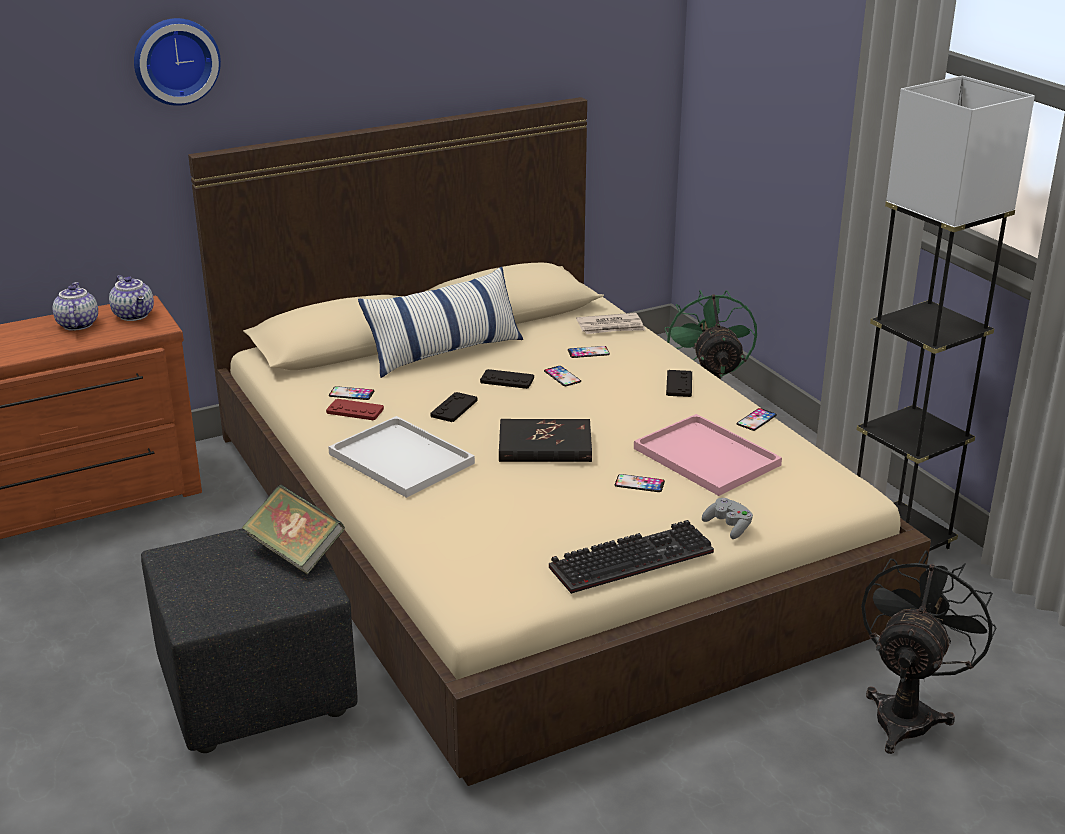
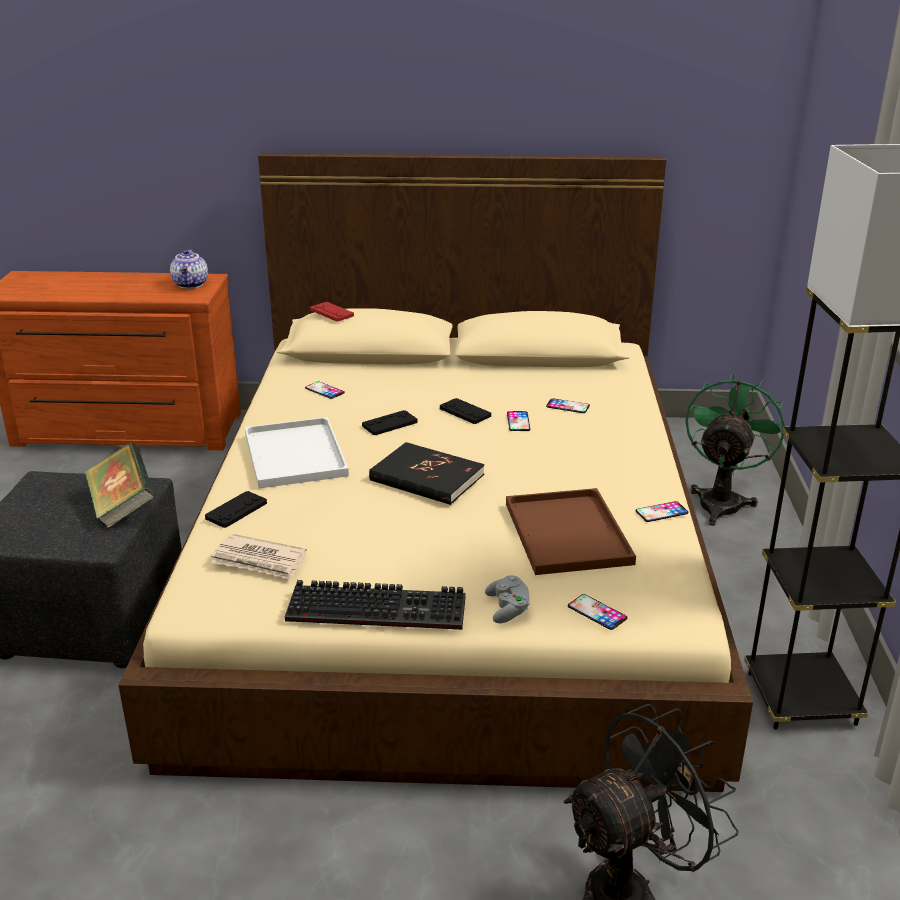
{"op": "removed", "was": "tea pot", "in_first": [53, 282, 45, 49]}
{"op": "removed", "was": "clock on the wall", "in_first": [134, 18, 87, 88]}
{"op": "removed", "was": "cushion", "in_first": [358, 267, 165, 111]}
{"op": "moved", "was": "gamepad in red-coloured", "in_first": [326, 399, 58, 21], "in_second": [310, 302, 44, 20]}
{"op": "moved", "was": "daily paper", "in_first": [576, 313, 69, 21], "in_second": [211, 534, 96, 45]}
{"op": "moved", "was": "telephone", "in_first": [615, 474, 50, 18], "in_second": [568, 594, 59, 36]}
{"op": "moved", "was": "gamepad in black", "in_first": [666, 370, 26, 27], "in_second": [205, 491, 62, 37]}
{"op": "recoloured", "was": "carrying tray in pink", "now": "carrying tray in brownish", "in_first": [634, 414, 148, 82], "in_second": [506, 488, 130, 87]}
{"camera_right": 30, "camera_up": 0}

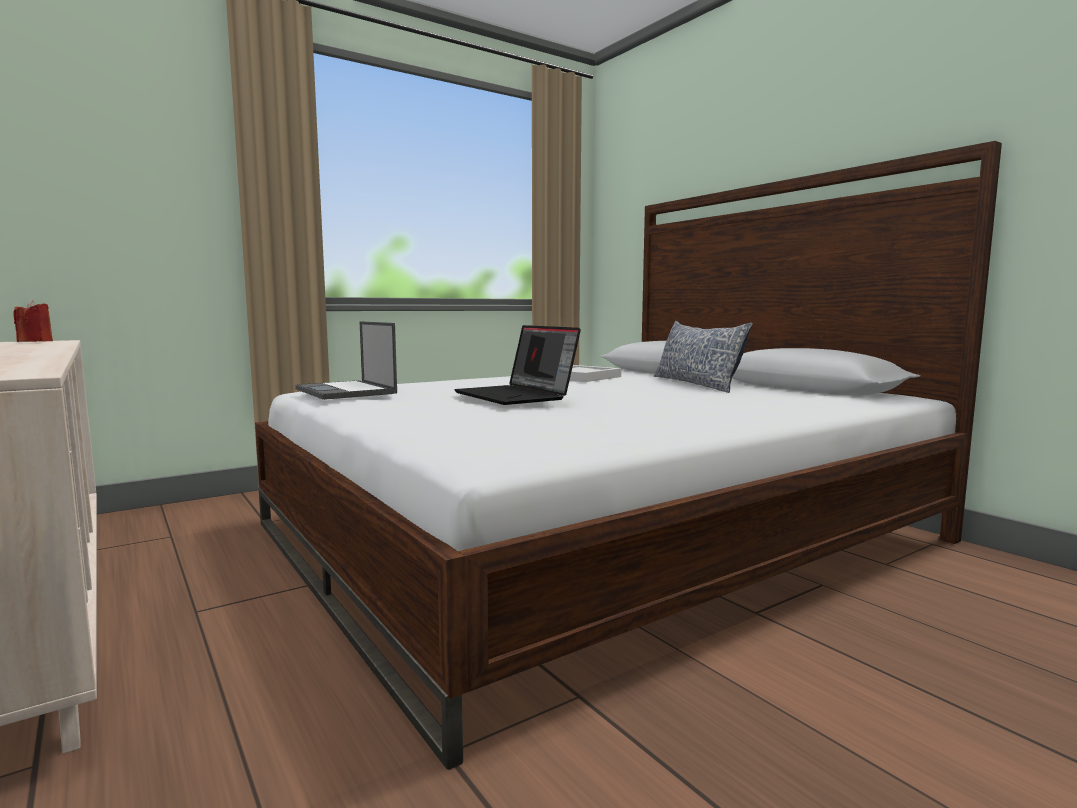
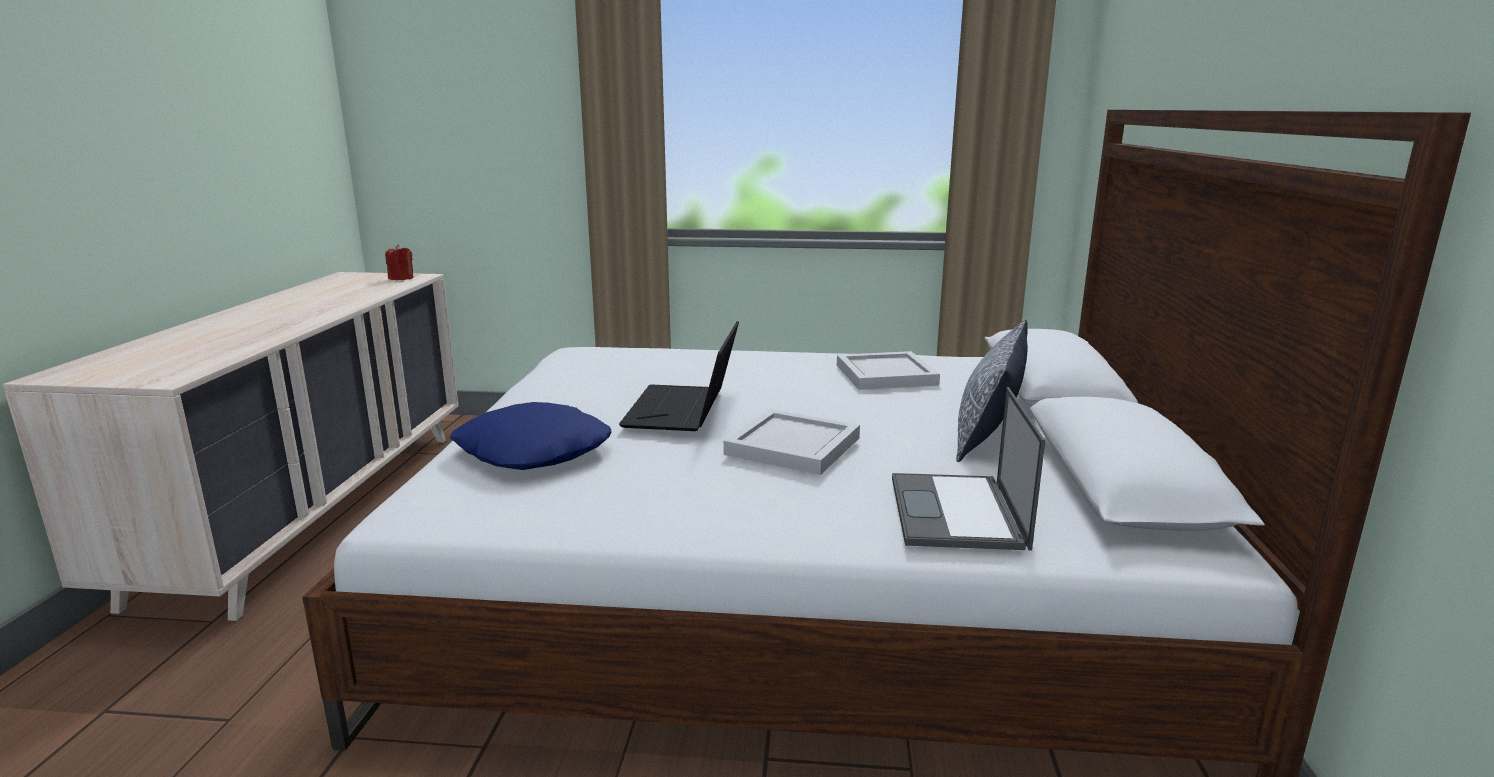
{"op": "added", "now": "cushion in bluish", "in_second": [450, 402, 162, 68]}
{"op": "added", "now": "carrying tray in white-coloured", "in_second": [723, 409, 137, 66]}
{"op": "moved", "was": "notebook computer", "in_first": [295, 321, 102, 79], "in_second": [892, 387, 153, 163]}
{"camera_right": 40, "camera_up": 10}

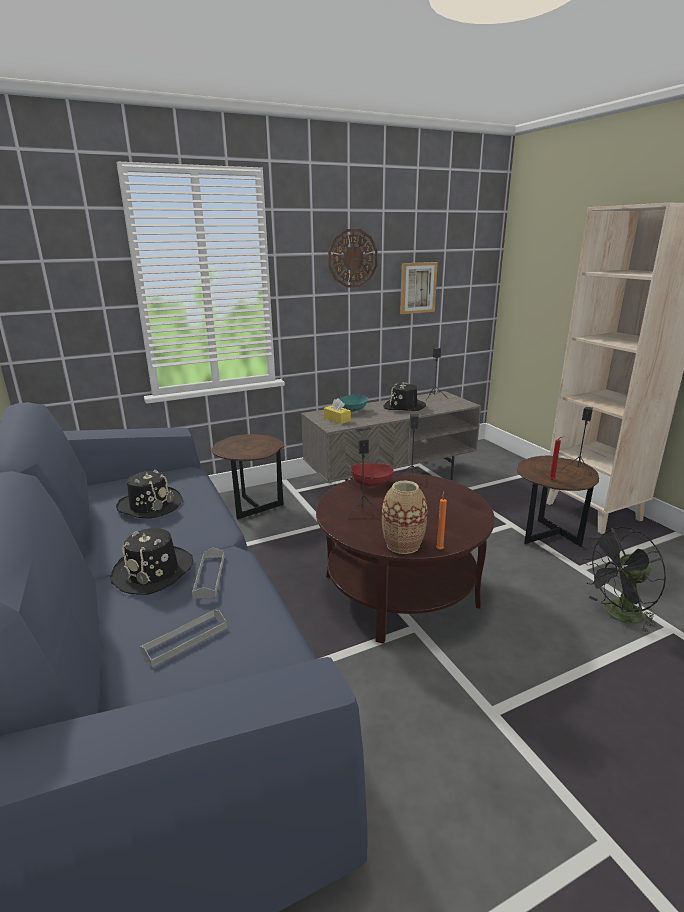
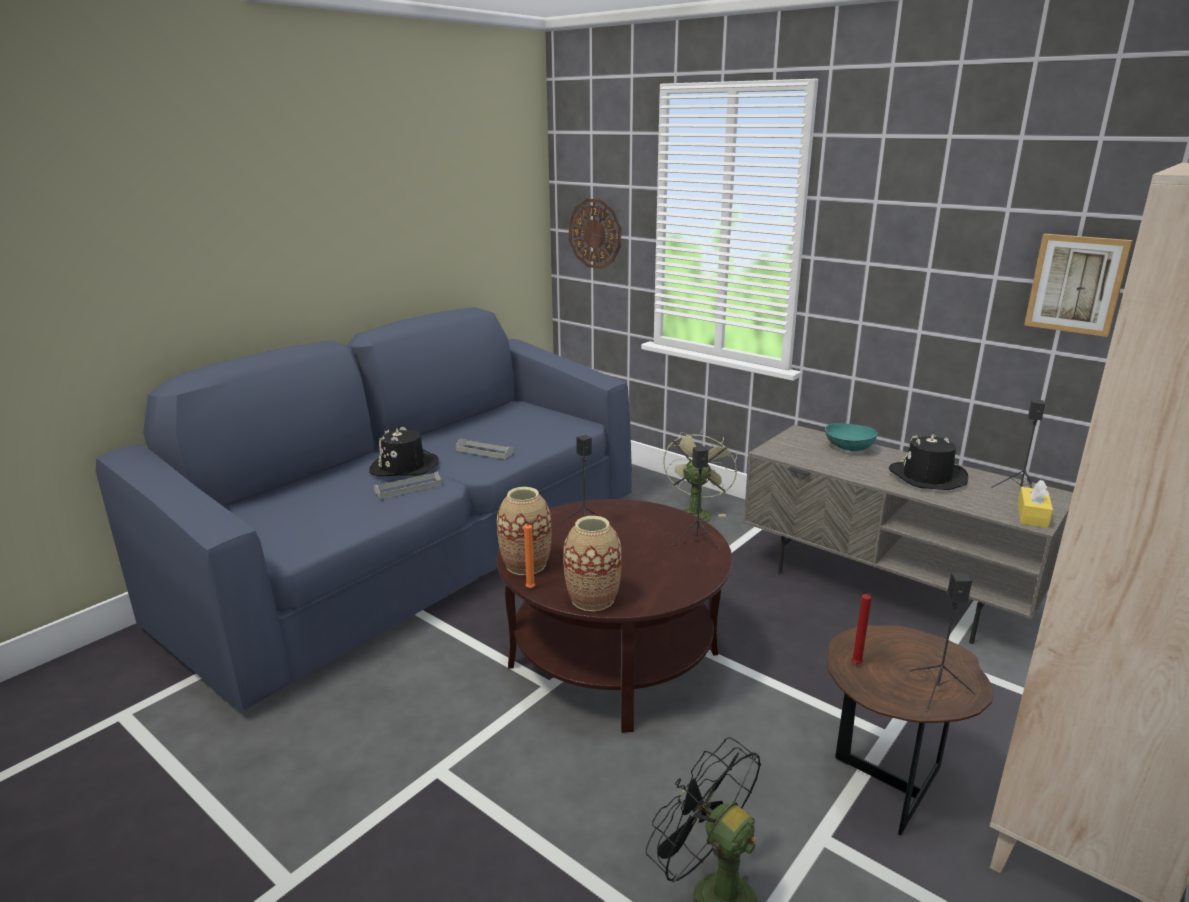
{"op": "removed", "was": "hat in black", "in_first": [116, 470, 67, 49]}
{"op": "removed", "was": "bowl in red-coloured", "in_first": [351, 463, 43, 23]}
{"op": "added", "now": "vase", "in_second": [563, 516, 59, 95]}
{"op": "moved", "was": "carrying tray in gray", "in_first": [140, 609, 87, 58], "in_second": [456, 438, 58, 21]}
{"op": "moved", "was": "tissue box in yellowish", "in_first": [324, 398, 27, 26], "in_second": [1017, 480, 36, 48]}
{"op": "moved", "was": "clock on the wall", "in_first": [328, 229, 50, 59], "in_second": [569, 199, 52, 70]}
{"op": "replaced", "was": "accent table in brownish", "now": "electric fan in green", "in_first": [212, 434, 73, 86], "in_second": [663, 429, 74, 93]}
{"camera_right": 65, "camera_up": 0}

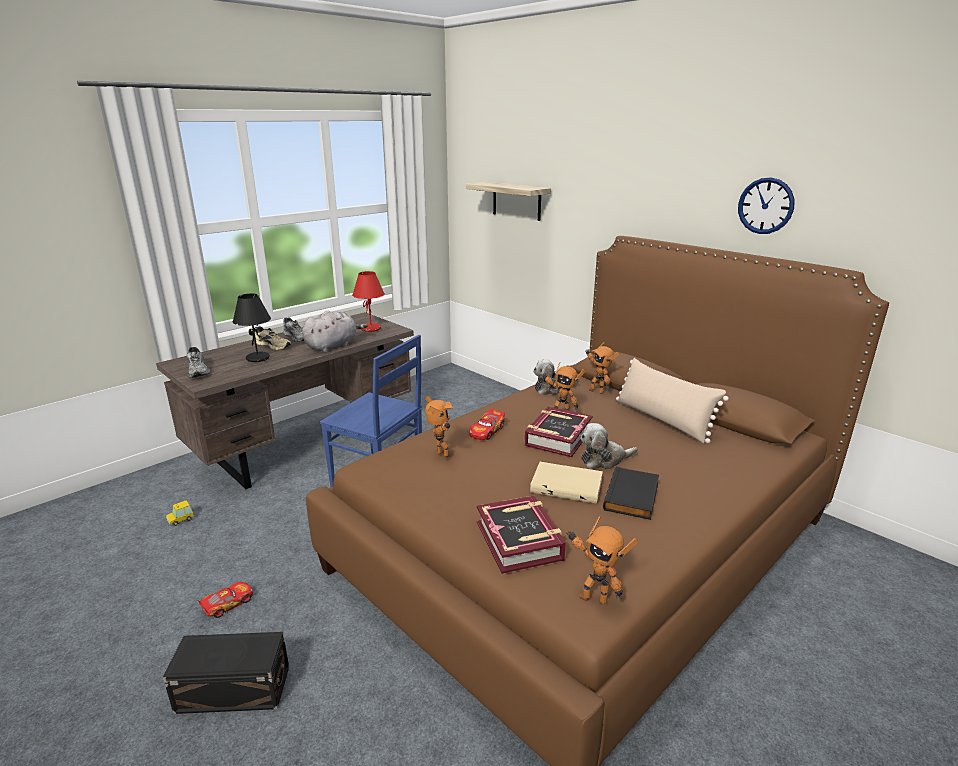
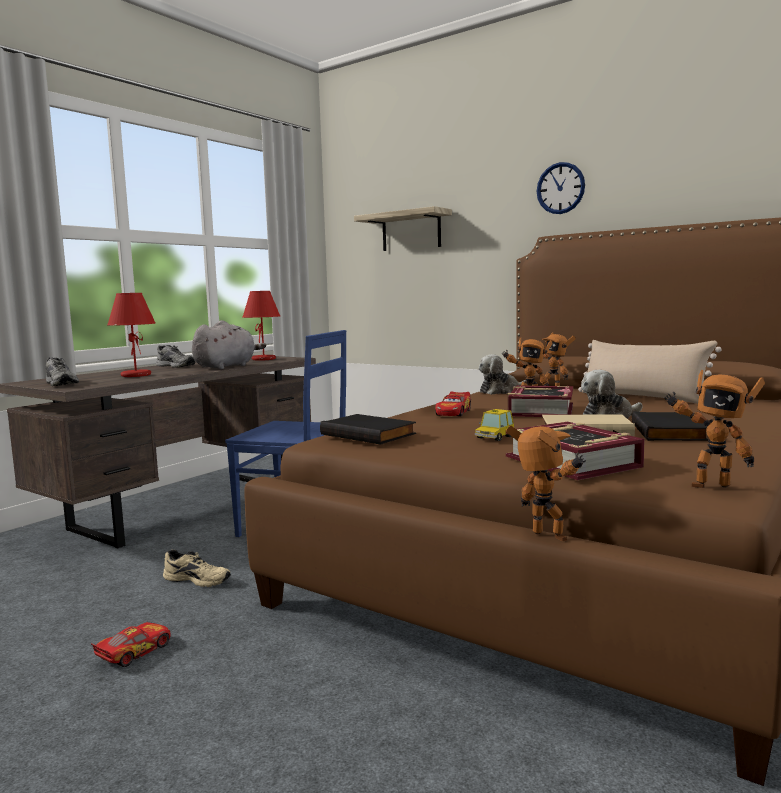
{"op": "removed", "was": "storage bin in black", "in_first": [163, 632, 126, 82]}
{"op": "added", "now": "volume in black", "in_second": [320, 414, 96, 31]}
{"op": "moved", "was": "miniature car", "in_first": [166, 500, 28, 26], "in_second": [475, 409, 39, 32]}
{"op": "moved", "was": "low shoe in beige-coloured", "in_first": [254, 326, 37, 24], "in_second": [163, 550, 68, 37]}
{"op": "moved", "was": "robot figure", "in_first": [425, 396, 28, 65], "in_second": [506, 426, 80, 115]}
{"op": "moved", "was": "clock on the wall", "in_first": [738, 177, 57, 57], "in_second": [537, 162, 48, 52]}
{"op": "recoloured", "was": "lamp for a table in black", "now": "lamp for a table in red-coloured", "in_first": [233, 293, 38, 69], "in_second": [107, 293, 49, 84]}
{"camera_right": -10, "camera_up": -15}

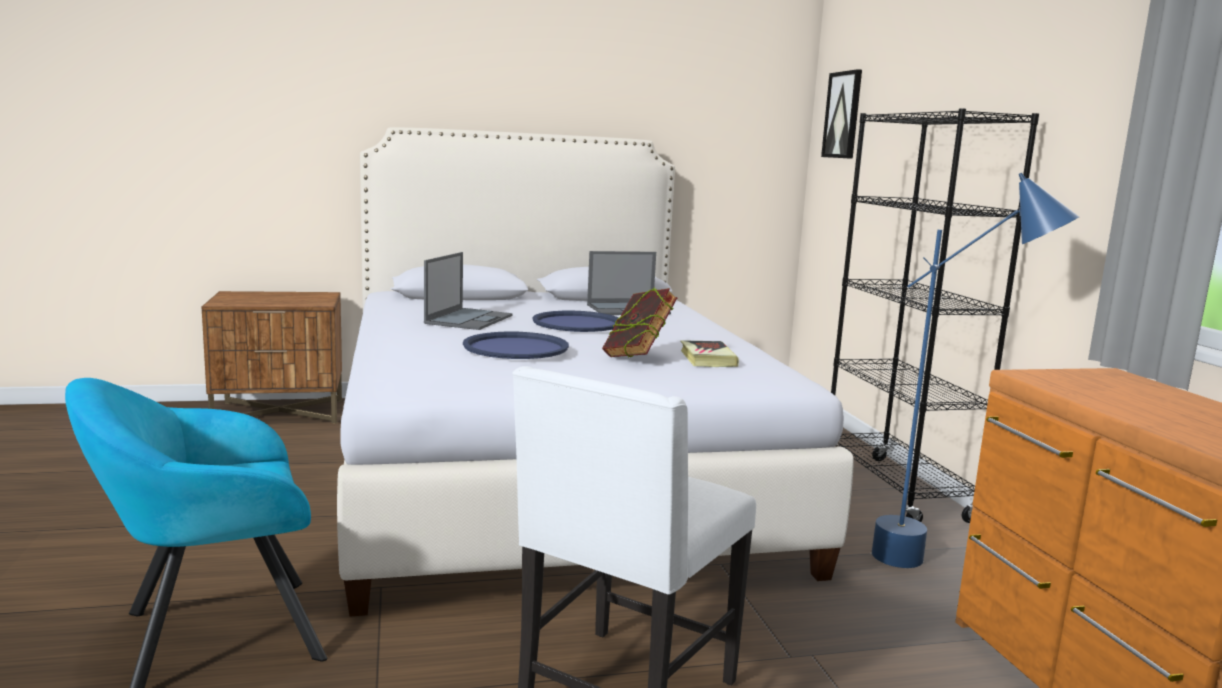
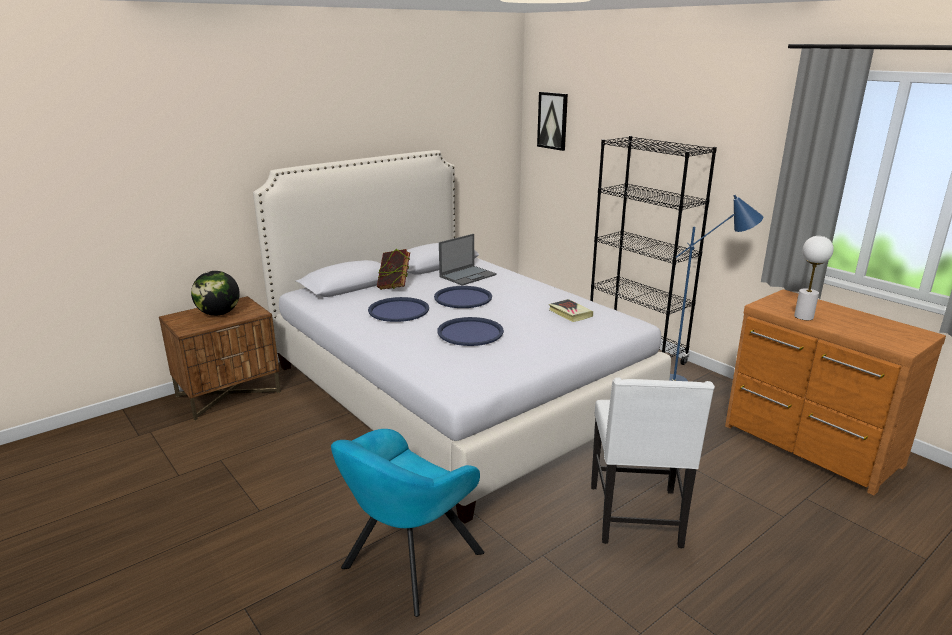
{"op": "added", "now": "desk globe", "in_second": [191, 271, 49, 45]}
{"op": "added", "now": "lamp for a table in white-coloured", "in_second": [794, 236, 40, 84]}
{"op": "moved", "was": "volume", "in_first": [602, 287, 76, 71], "in_second": [377, 249, 33, 41]}
{"op": "replaced", "was": "notebook computer", "now": "carrying tray in bluish", "in_first": [424, 252, 89, 78], "in_second": [368, 297, 61, 25]}
{"camera_right": -25, "camera_up": 10}

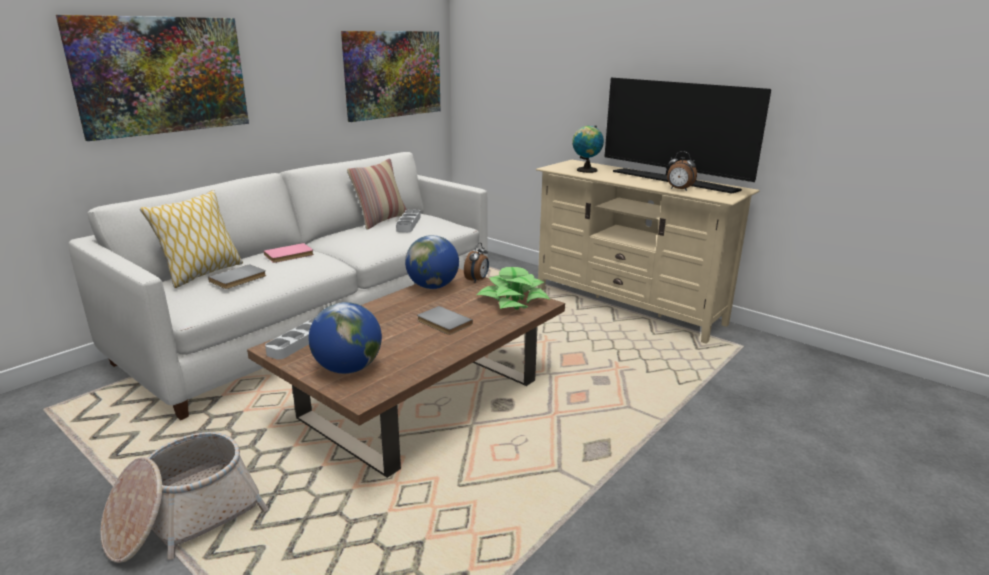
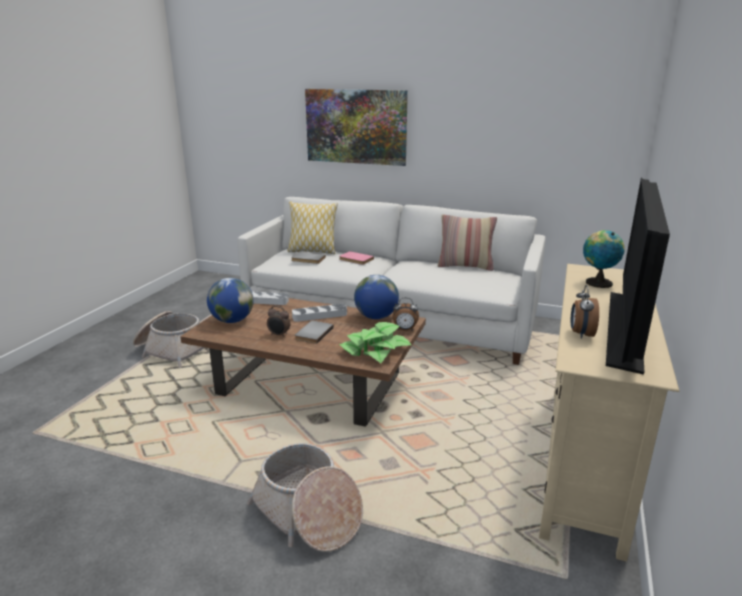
{"op": "removed", "was": "wall art", "in_first": [341, 31, 99, 91]}
{"op": "added", "now": "basket", "in_second": [247, 443, 116, 109]}
{"op": "added", "now": "table clock", "in_second": [267, 306, 23, 31]}
{"op": "moved", "was": "carrying tray in gray", "in_first": [396, 209, 25, 23], "in_second": [292, 304, 55, 18]}
{"camera_right": 70, "camera_up": 0}

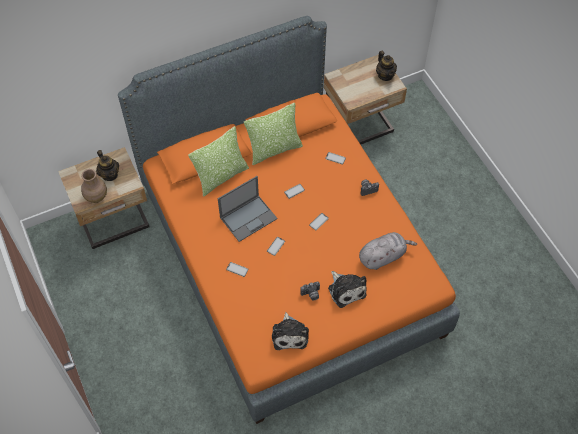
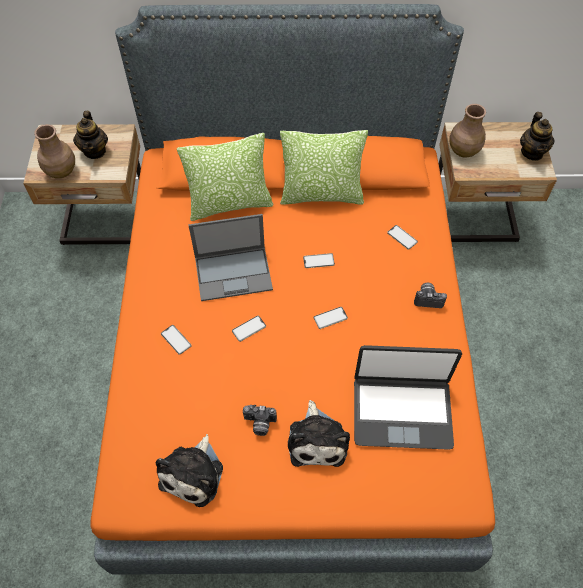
{"op": "added", "now": "vase in brownish", "in_second": [449, 104, 37, 53]}
{"op": "replaced", "was": "plush toy in gray", "now": "notebook computer", "in_first": [359, 232, 58, 38], "in_second": [354, 345, 108, 105]}
{"camera_right": 25, "camera_up": 0}

